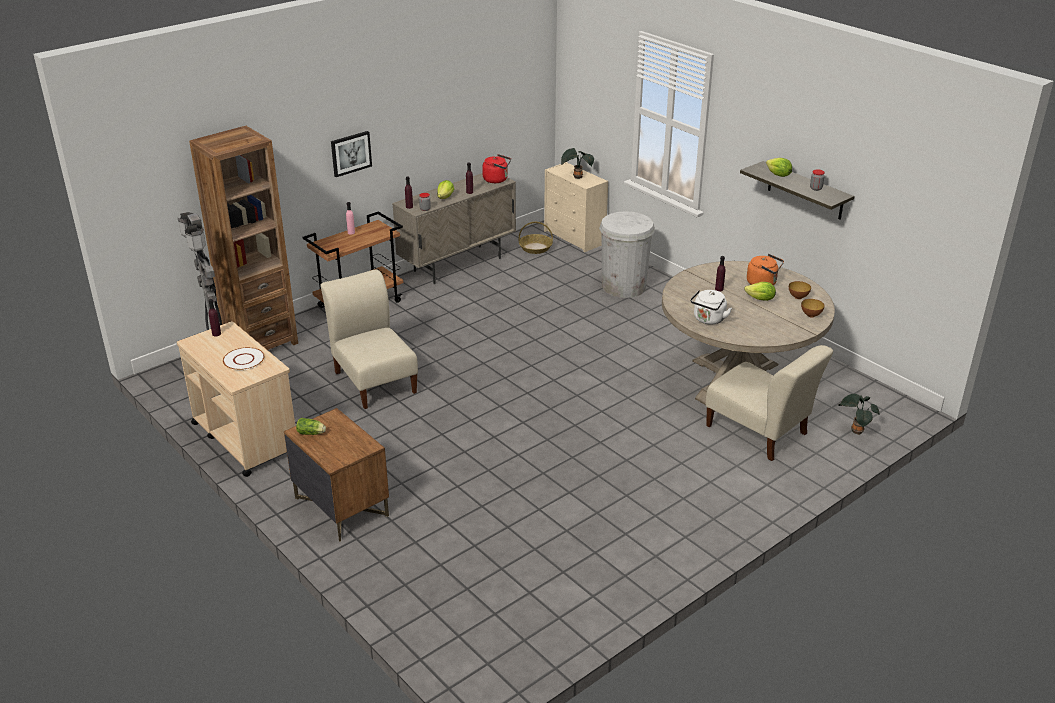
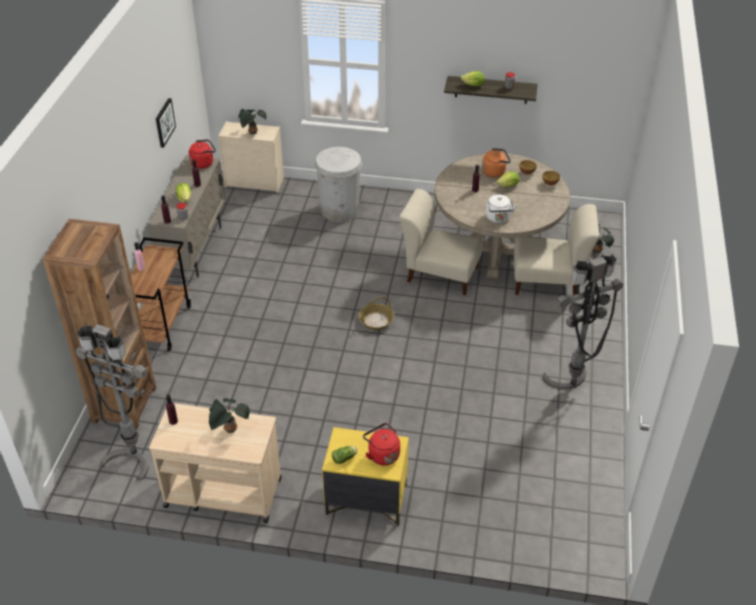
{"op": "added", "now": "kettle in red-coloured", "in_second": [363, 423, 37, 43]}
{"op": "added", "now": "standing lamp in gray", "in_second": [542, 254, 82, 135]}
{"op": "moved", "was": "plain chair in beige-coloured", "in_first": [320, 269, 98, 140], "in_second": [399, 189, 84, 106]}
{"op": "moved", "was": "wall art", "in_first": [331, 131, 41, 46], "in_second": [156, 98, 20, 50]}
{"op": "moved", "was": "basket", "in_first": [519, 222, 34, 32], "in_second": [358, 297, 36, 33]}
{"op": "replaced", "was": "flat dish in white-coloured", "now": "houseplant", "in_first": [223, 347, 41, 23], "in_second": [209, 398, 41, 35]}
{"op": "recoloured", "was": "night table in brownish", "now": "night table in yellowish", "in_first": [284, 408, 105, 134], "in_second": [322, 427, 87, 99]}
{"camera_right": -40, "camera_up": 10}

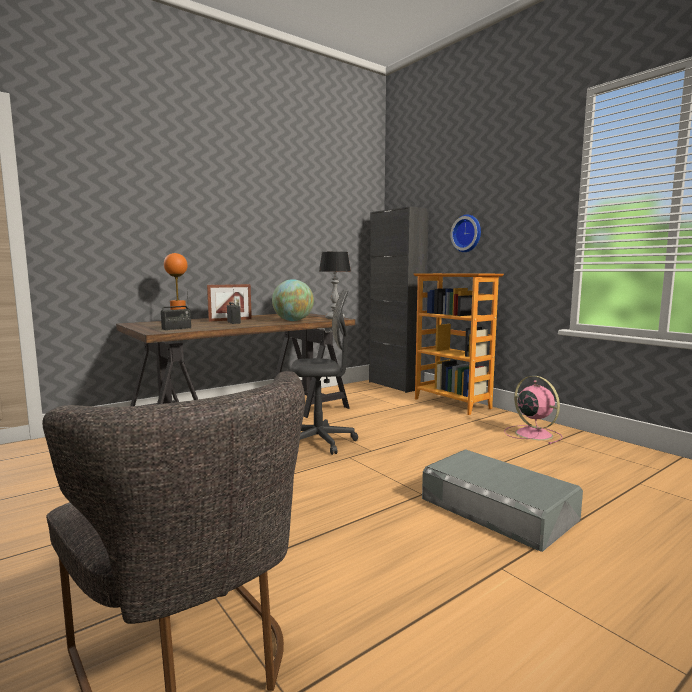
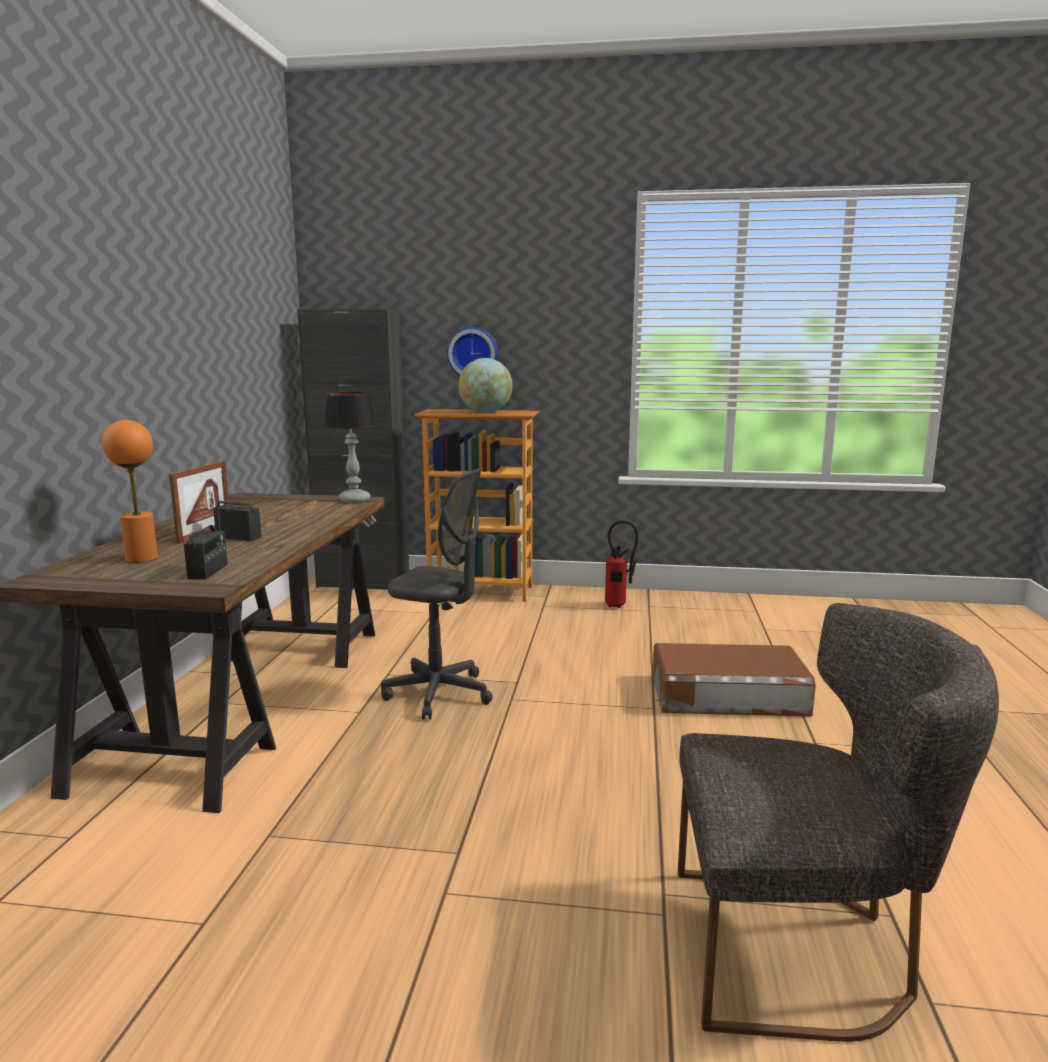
{"op": "moved", "was": "desk globe", "in_first": [272, 279, 42, 42], "in_second": [458, 358, 54, 55]}
{"op": "replaced", "was": "electric fan in pink", "now": "extinguisher", "in_first": [504, 376, 59, 68], "in_second": [605, 520, 33, 88]}
{"op": "recoloured", "was": "storage bin in gray", "now": "storage bin in brownish", "in_first": [422, 449, 161, 103], "in_second": [652, 643, 164, 73]}
{"op": "turned", "was": "desk chair in gray", "in_first": [291, 290, 67, 165], "in_second": [381, 468, 112, 252], "clockwise": 75}
{"camera_right": -45, "camera_up": 5}

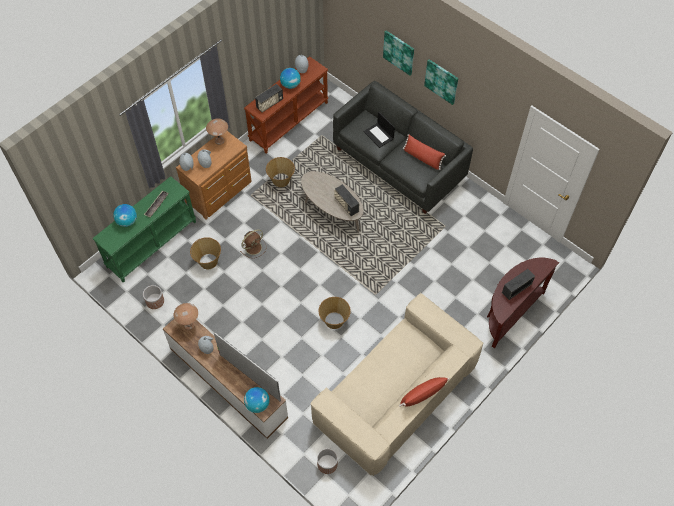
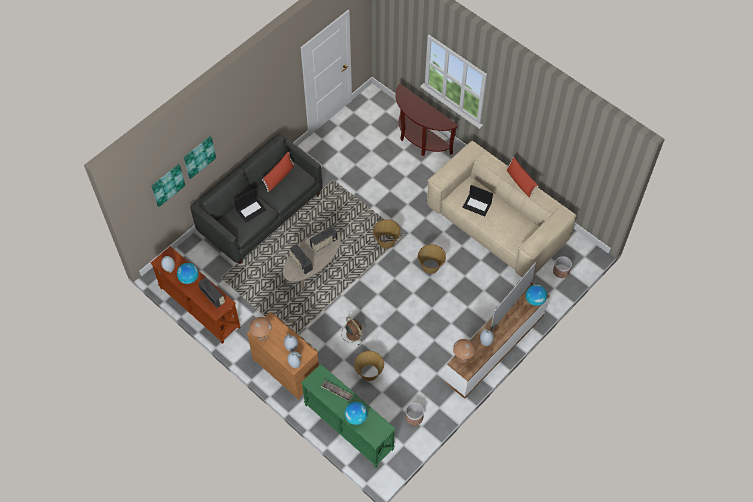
{"op": "added", "now": "notebook computer", "in_second": [462, 185, 31, 31]}
{"op": "moved", "was": "basket", "in_first": [266, 157, 29, 30], "in_second": [373, 219, 28, 30]}
{"op": "moved", "was": "wall art", "in_first": [424, 59, 34, 46], "in_second": [151, 164, 34, 43]}
{"op": "moved", "was": "radio receiver", "in_first": [502, 269, 33, 31], "in_second": [289, 244, 24, 30]}
{"camera_right": -90, "camera_up": 0}

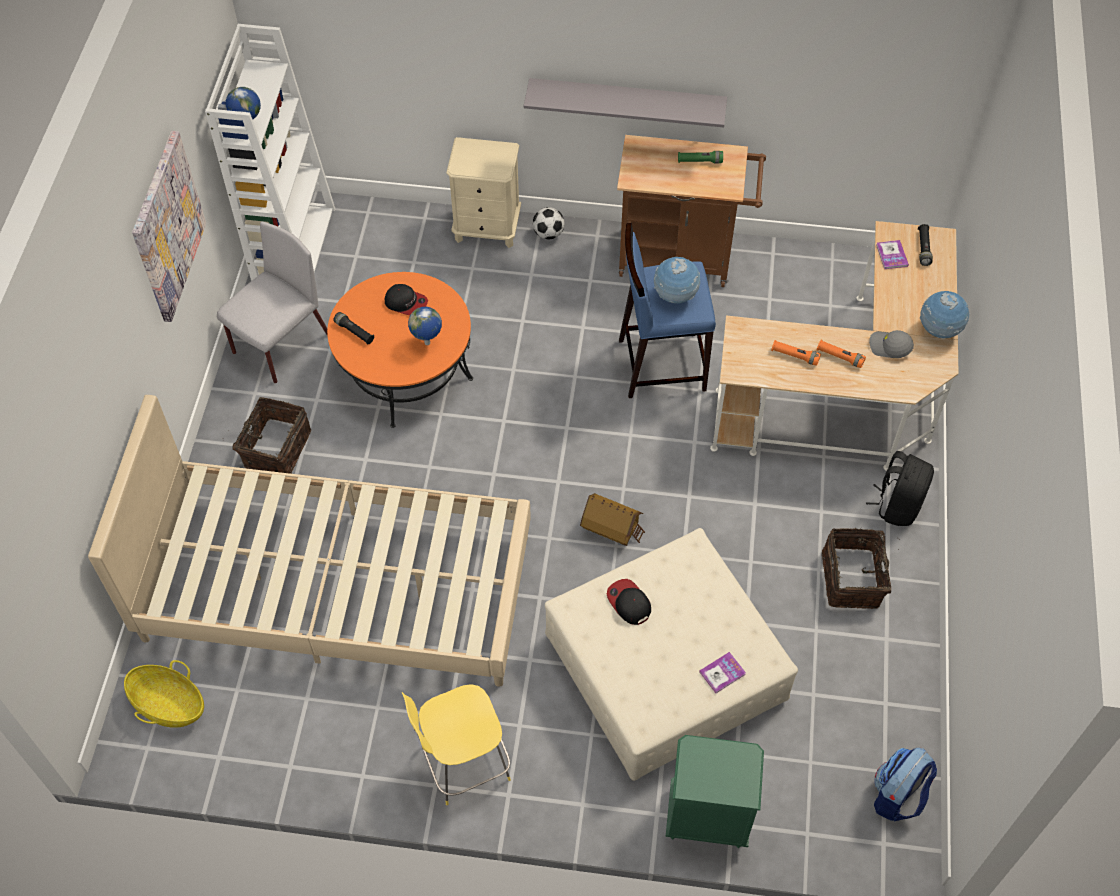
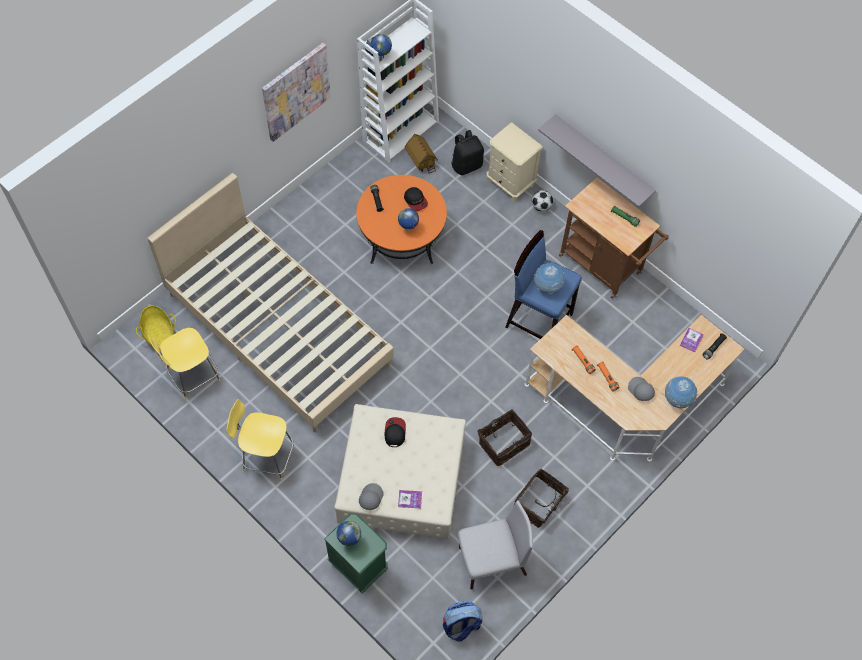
{"op": "added", "now": "stool seat in yellowish", "in_second": [148, 328, 73, 72]}
{"op": "added", "now": "desk globe", "in_second": [336, 521, 25, 25]}
{"op": "added", "now": "cap in gray", "in_second": [359, 483, 25, 27]}
{"op": "moved", "was": "plain chair in gray", "in_first": [217, 221, 110, 162], "in_second": [458, 501, 75, 88]}
{"op": "moved", "was": "basket", "in_first": [232, 397, 79, 77], "in_second": [477, 409, 55, 57]}
{"op": "moved", "was": "toy house", "in_first": [580, 493, 65, 53], "in_second": [404, 134, 34, 39]}
{"op": "moved", "was": "backpack in black", "in_first": [866, 451, 68, 75], "in_second": [451, 130, 33, 45]}
{"camera_right": 35, "camera_up": 5}

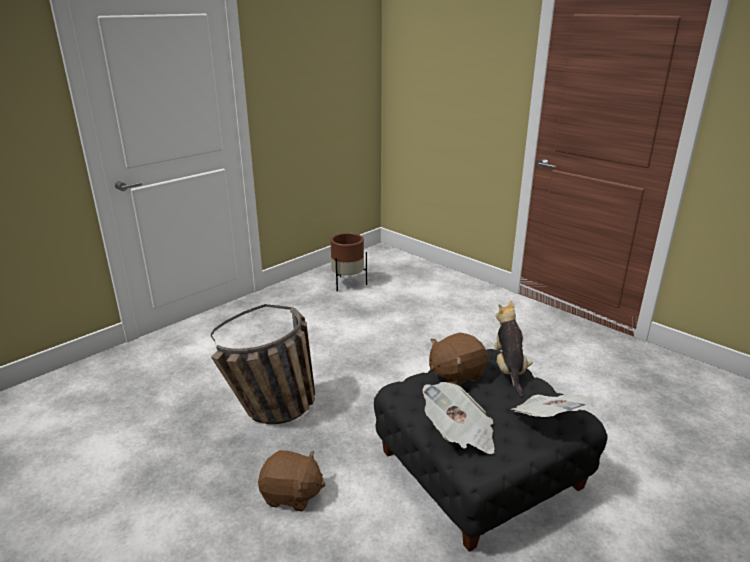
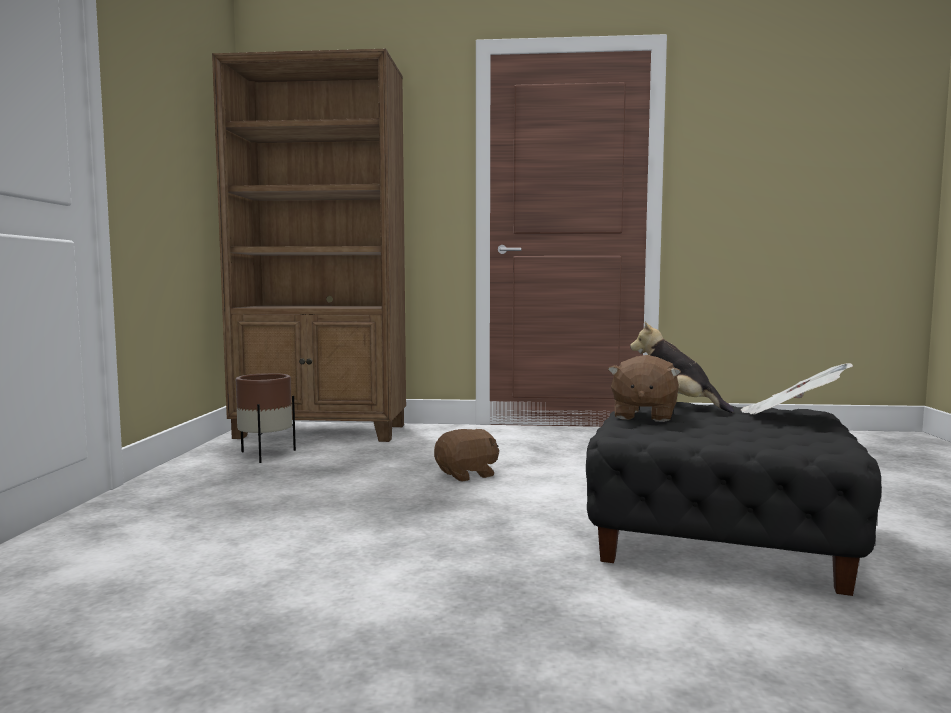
{"op": "removed", "was": "basket", "in_first": [211, 304, 104, 120]}
{"op": "removed", "was": "daily paper", "in_first": [422, 382, 72, 72]}
{"op": "added", "now": "shelving unit in brownish", "in_second": [212, 49, 194, 393]}
{"op": "moved", "was": "plush toy in brownish", "in_first": [258, 450, 67, 62], "in_second": [434, 429, 65, 53]}
{"camera_right": -40, "camera_up": -20}

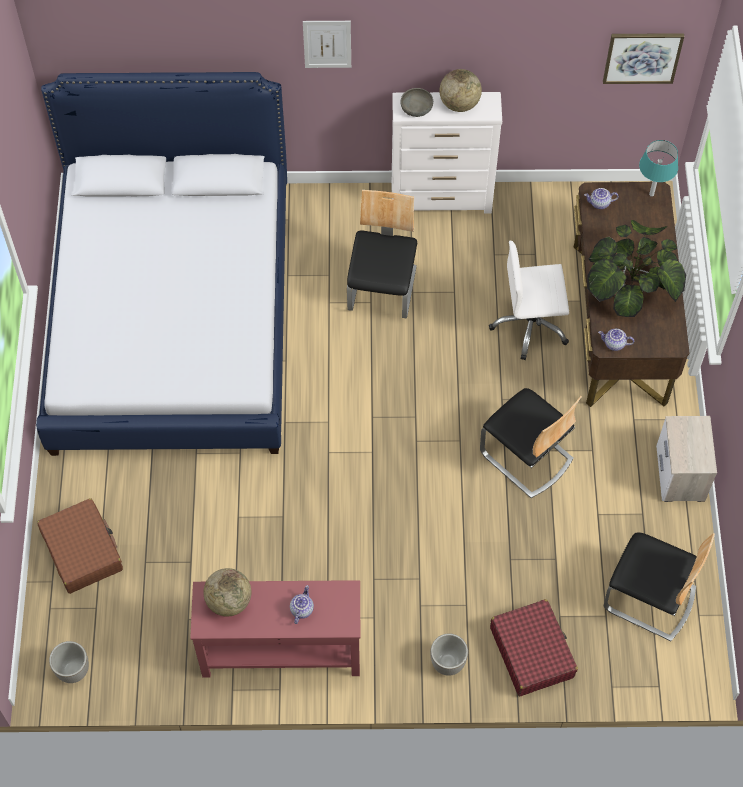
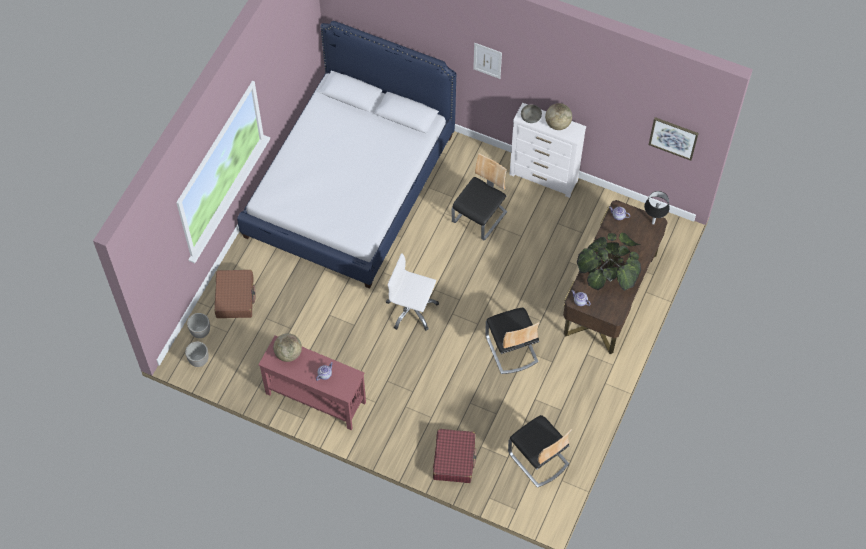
{"op": "removed", "was": "night table", "in_first": [656, 416, 61, 86]}
{"op": "moved", "was": "planter", "in_first": [430, 634, 38, 42], "in_second": [187, 313, 23, 25]}
{"op": "moved", "was": "desk chair in white-coloured", "in_first": [489, 241, 80, 119], "in_second": [386, 253, 53, 78]}
{"op": "recoloured", "was": "lamp for a table in turquoise-coloured", "now": "lamp for a table in black", "in_first": [639, 140, 39, 57], "in_second": [644, 191, 26, 33]}
{"camera_right": 25, "camera_up": 0}

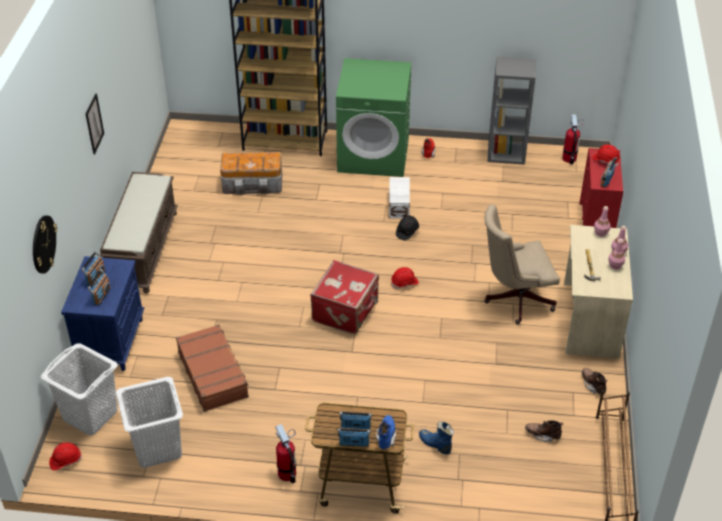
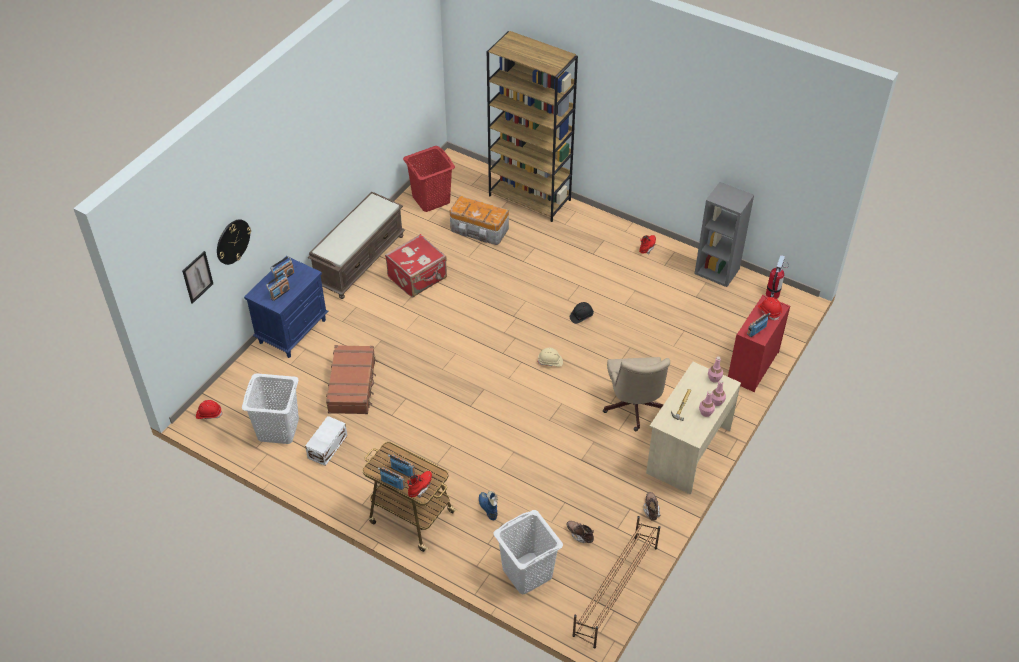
{"op": "removed", "was": "extinguisher", "in_first": [276, 424, 20, 59]}
{"op": "removed", "was": "laundry appliance in green", "in_first": [336, 58, 76, 119]}
{"op": "added", "now": "laundry basket in red-coloured", "in_second": [403, 146, 52, 66]}
{"op": "moved", "was": "laundry basket in white-coloured", "in_first": [41, 343, 77, 92], "in_second": [494, 510, 69, 84]}
{"op": "moved", "was": "wall art", "in_first": [86, 93, 18, 61], "in_second": [182, 251, 31, 53]}
{"op": "moved", "was": "piece of luggage in red-coloured", "in_first": [310, 260, 69, 74], "in_second": [385, 234, 62, 64]}
{"op": "moved", "was": "storage bin in white-coloured", "in_first": [389, 177, 21, 42], "in_second": [305, 416, 42, 50]}
{"op": "recoloured", "was": "boot in bluish", "now": "boot in red-coloured", "in_first": [376, 415, 21, 34], "in_second": [407, 471, 25, 27]}
{"op": "recoloured", "was": "safety helmet in red-coloured", "now": "safety helmet in beige-coloured", "in_first": [391, 267, 28, 22], "in_second": [538, 348, 25, 19]}
{"op": "turned", "was": "desk chair in beige-coloured", "in_first": [484, 204, 76, 120], "in_second": [603, 357, 67, 74], "clockwise": -105}
{"camera_right": 25, "camera_up": 5}

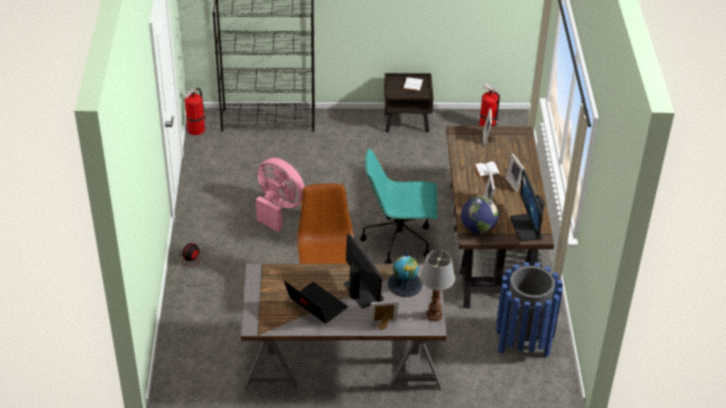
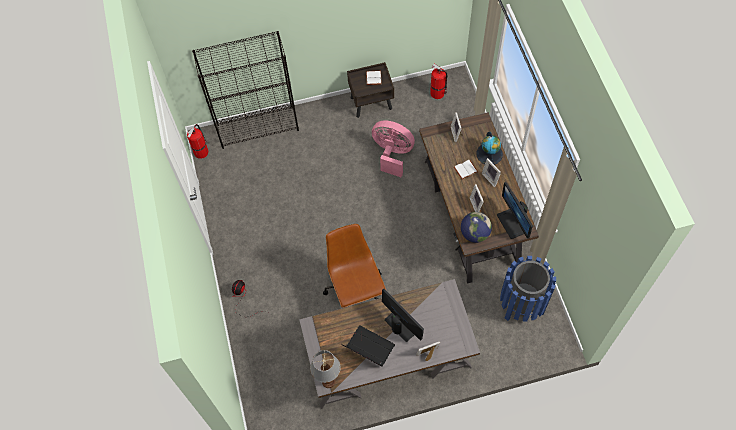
{"op": "removed", "was": "desk chair in turquoise-coloured", "in_first": [360, 148, 78, 116]}
{"op": "moved", "was": "electric fan in pink", "in_first": [256, 158, 49, 74], "in_second": [372, 120, 43, 57]}
{"op": "moved", "was": "desk globe", "in_first": [387, 251, 36, 46], "in_second": [477, 132, 26, 33]}
{"op": "moved", "was": "lamp for a table", "in_first": [420, 250, 35, 71], "in_second": [310, 350, 30, 38]}
{"camera_right": -10, "camera_up": 20}

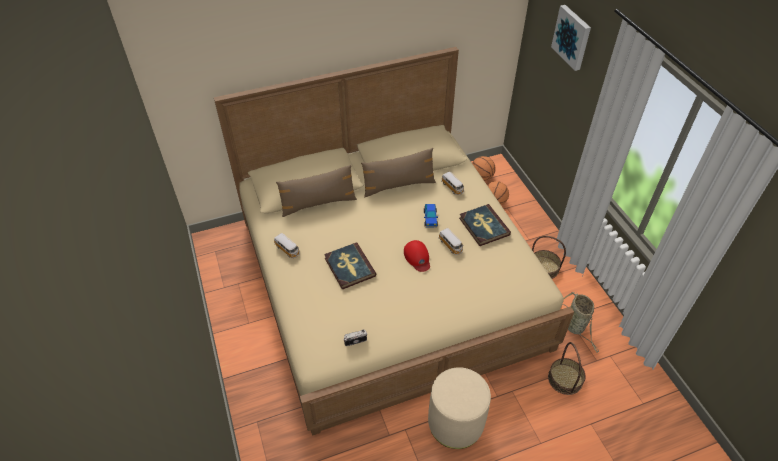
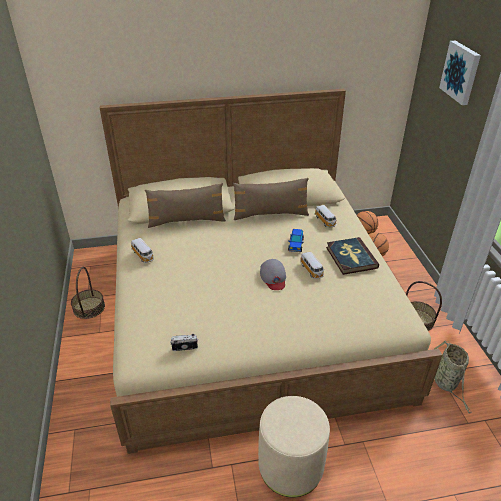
{"op": "removed", "was": "volume", "in_first": [324, 242, 52, 48]}
{"op": "moved", "was": "basket", "in_first": [548, 342, 38, 53], "in_second": [71, 267, 34, 52]}
{"op": "recoloured", "was": "cap in red-coloured", "now": "cap in gray", "in_first": [404, 240, 26, 32], "in_second": [260, 259, 26, 31]}
{"camera_right": 10, "camera_up": -10}

